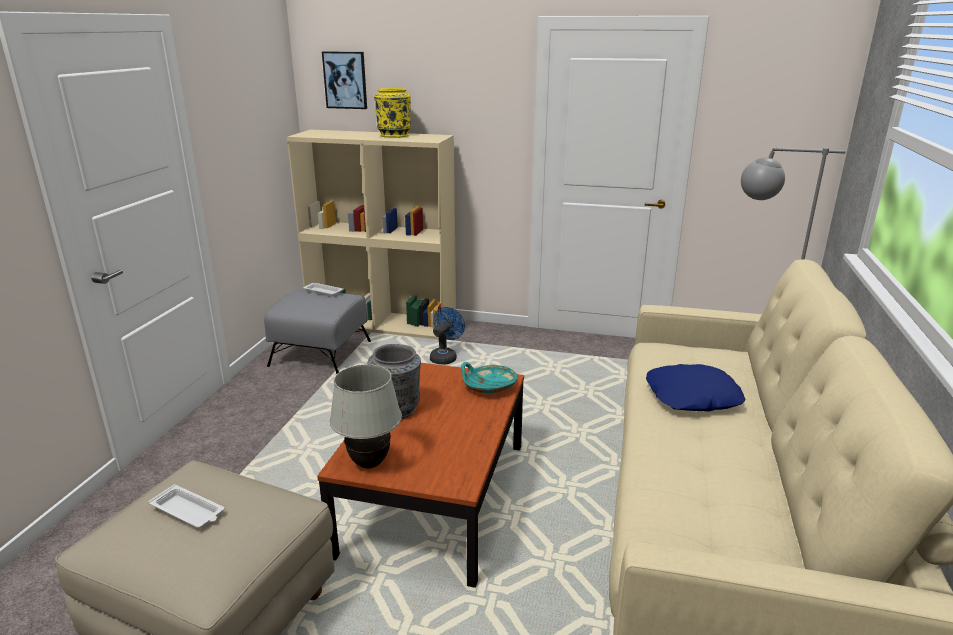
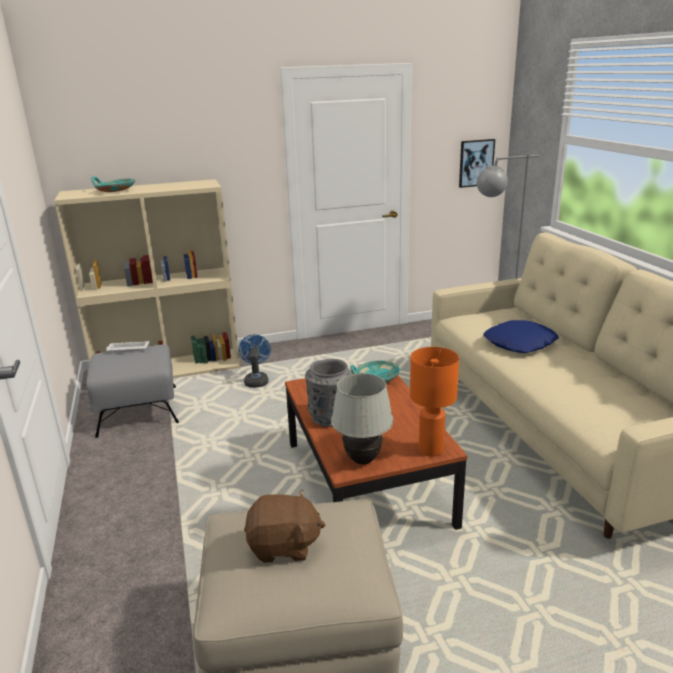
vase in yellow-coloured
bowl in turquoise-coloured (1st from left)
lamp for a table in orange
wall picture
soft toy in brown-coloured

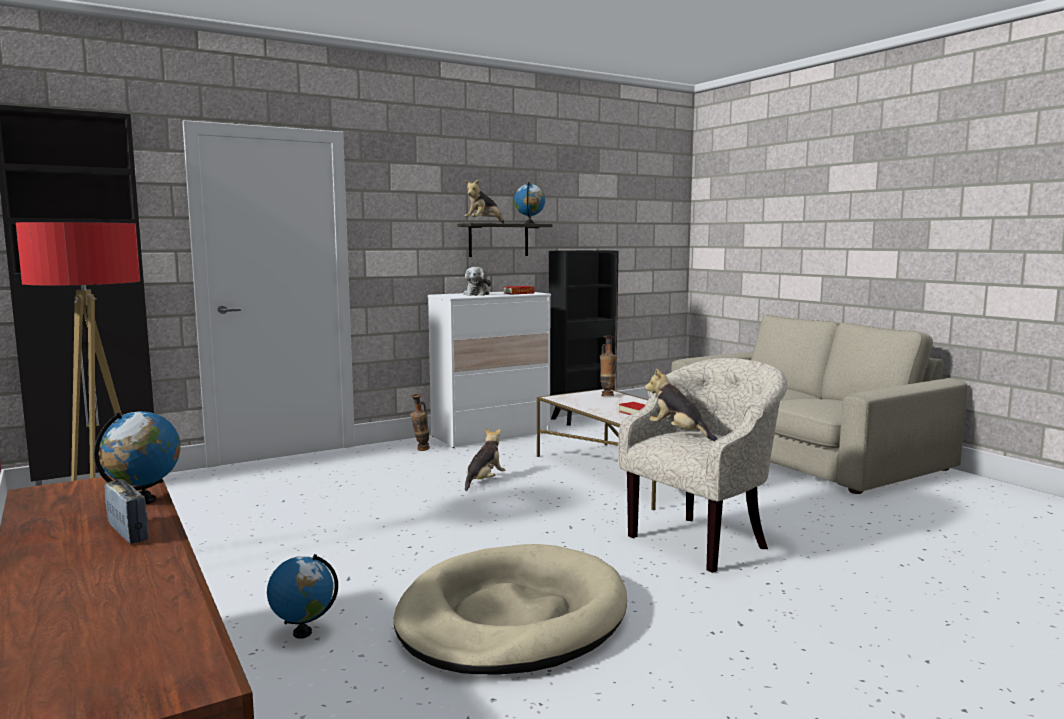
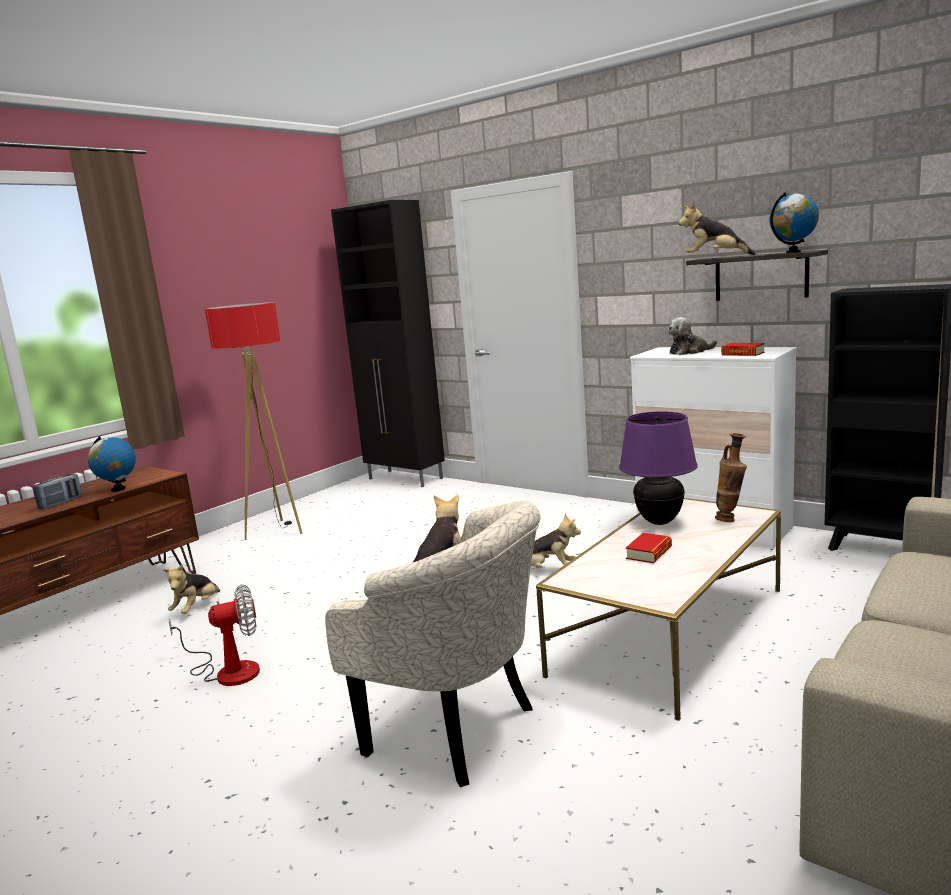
vase (1st from left in the first image)
lamp for a table in purplish
soft toy (1st from left)
electric fan

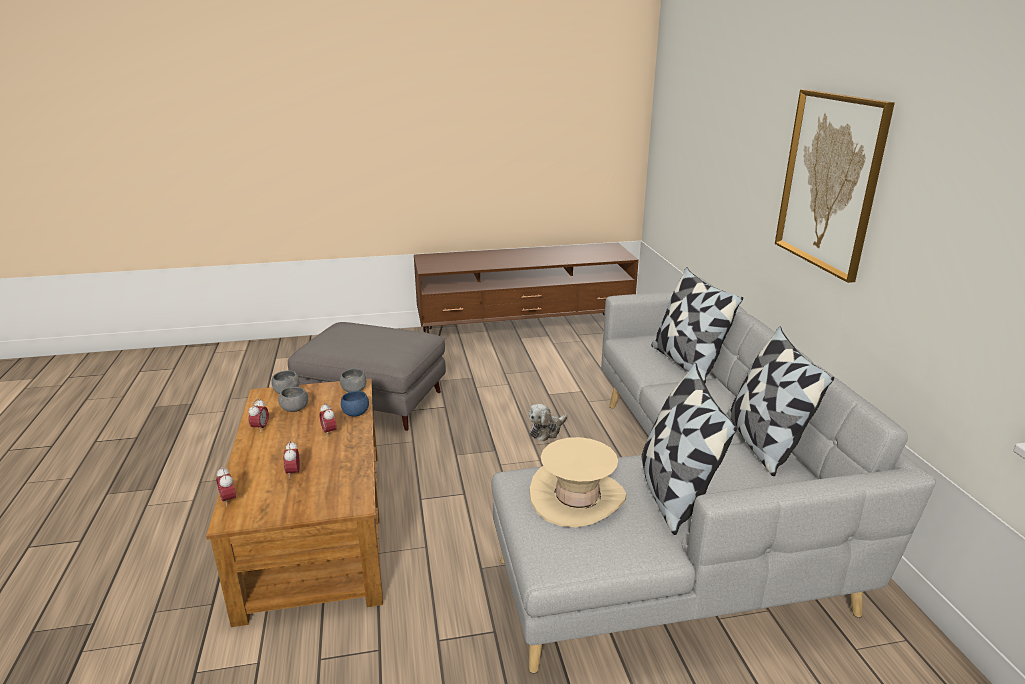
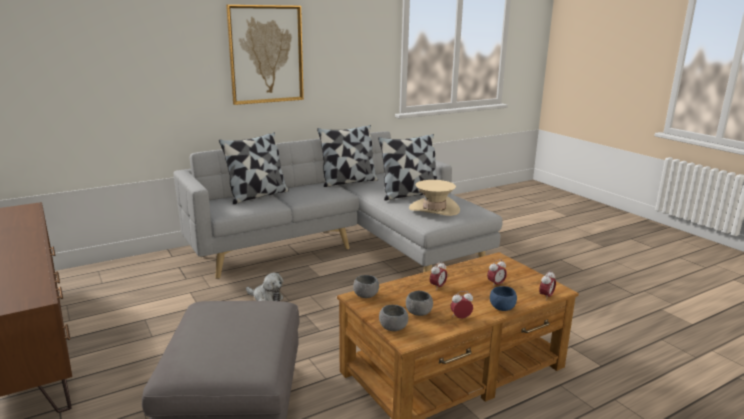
bowl in bluish

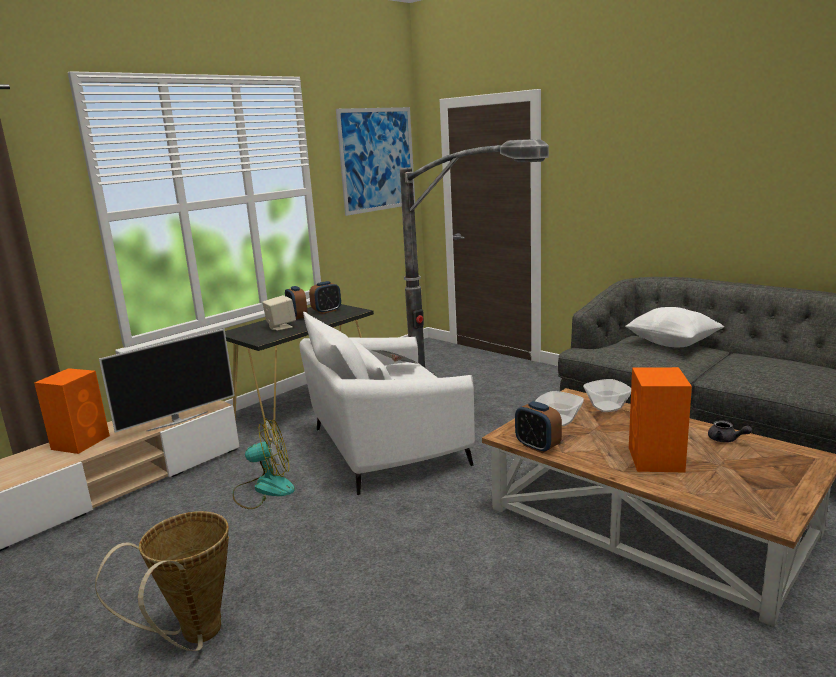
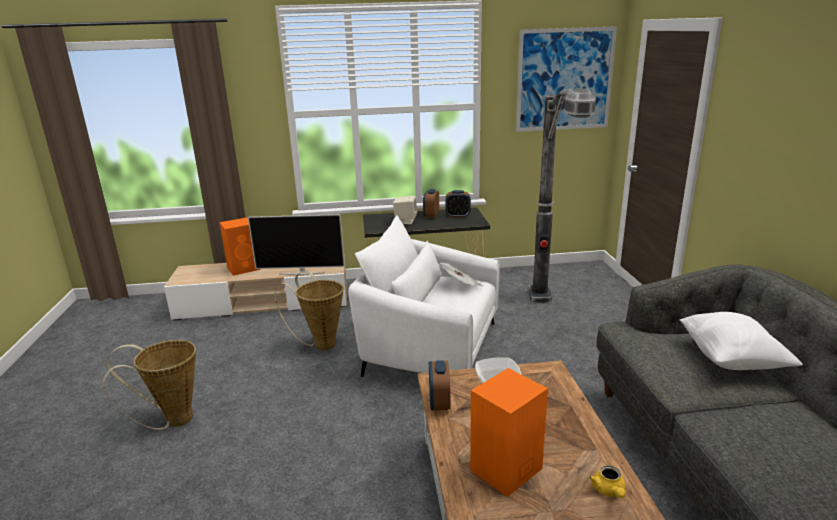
bowl (2nd from left in the first image)
household basket (2nd from left)
teapot in yellow-coloured

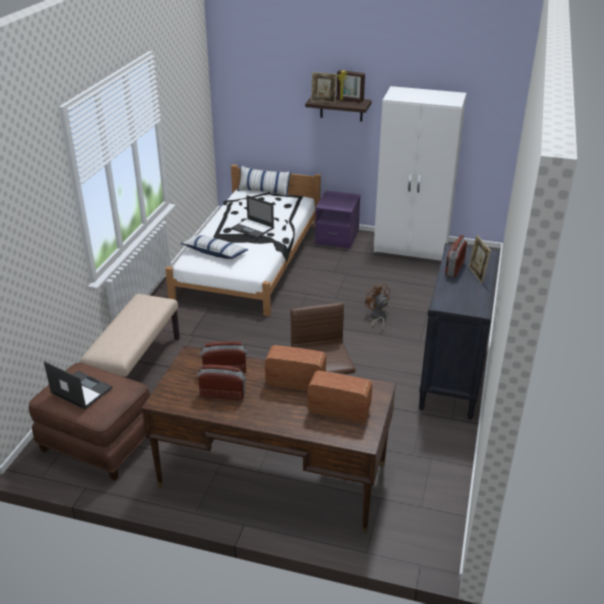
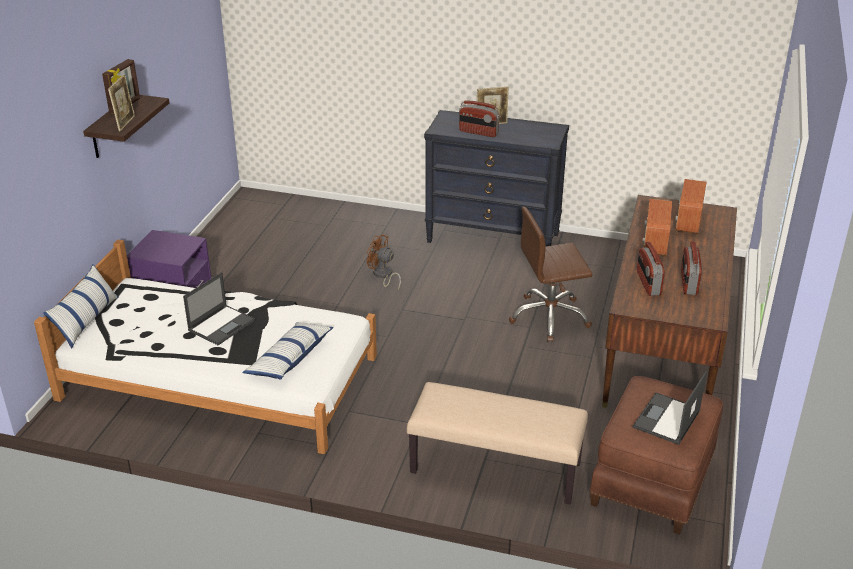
wardrobe in whitish
electric fan in brown-coloured

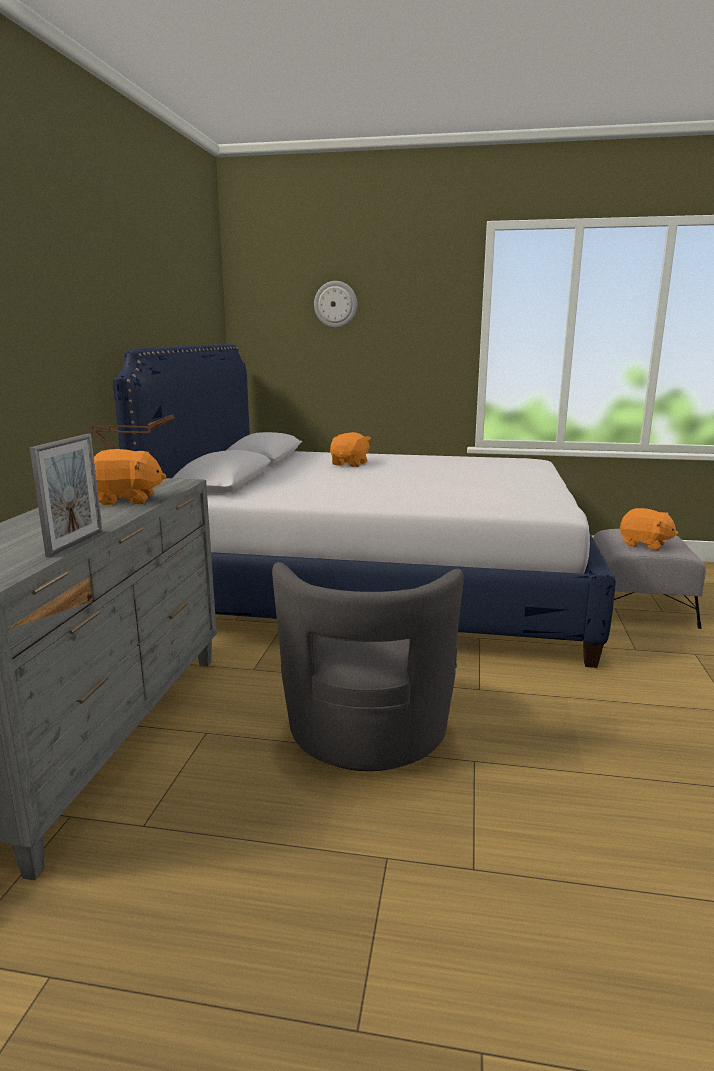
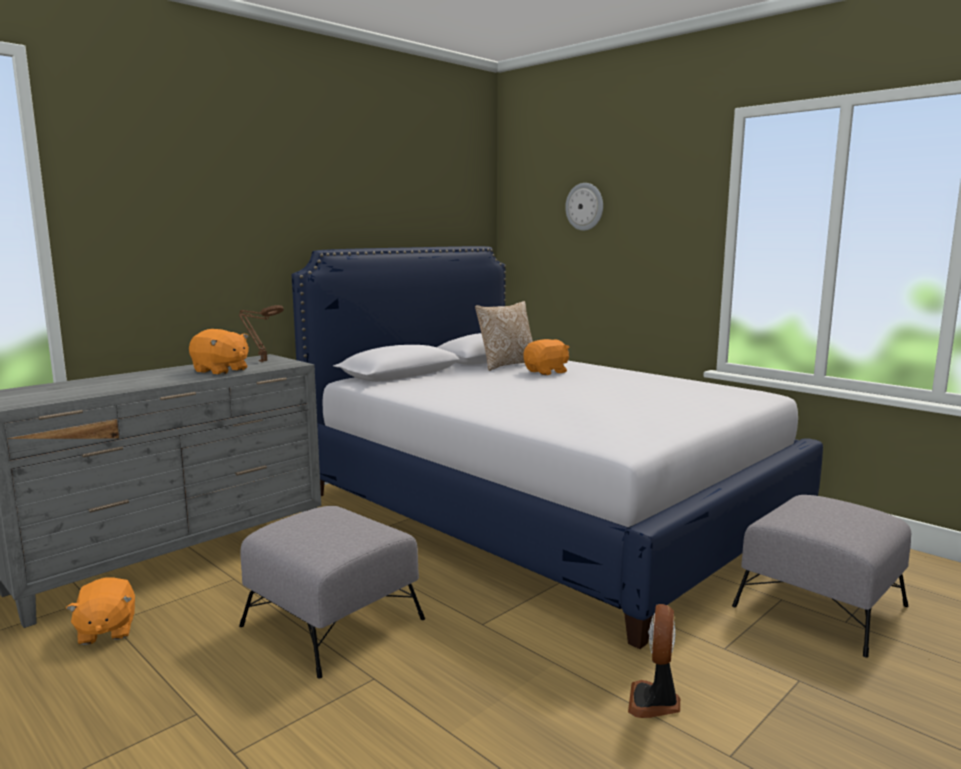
photo frame
throw pillow
electric fan
soft toy in orange (1st from left)
ottoman in gray (1st from left)

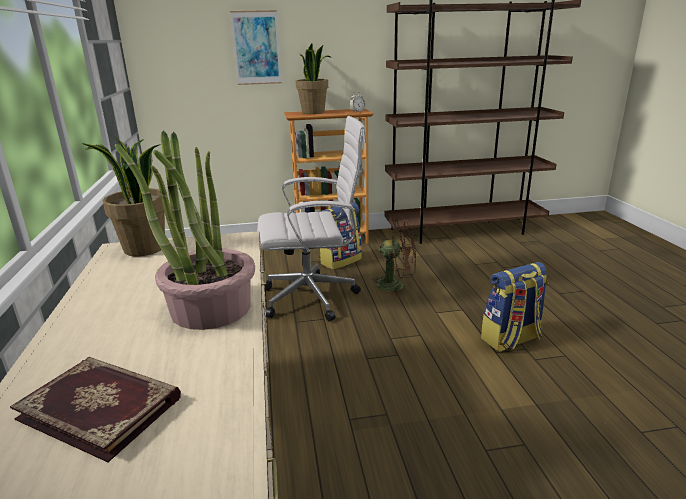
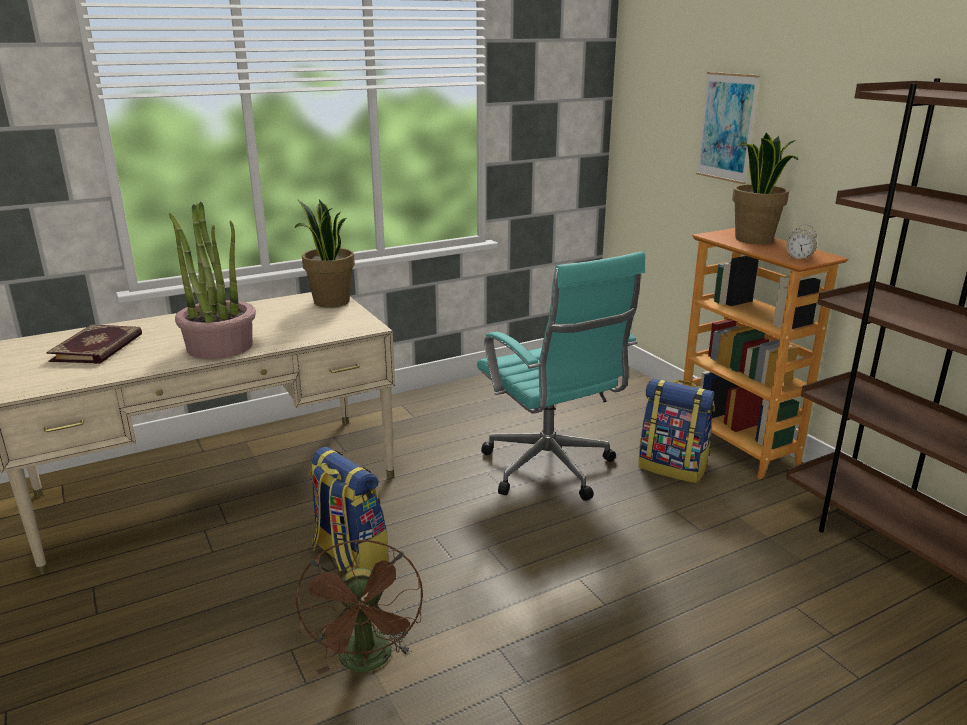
electric fan in brown-coloured
rucksack (1st from left)
desk chair in turquoise-coloured

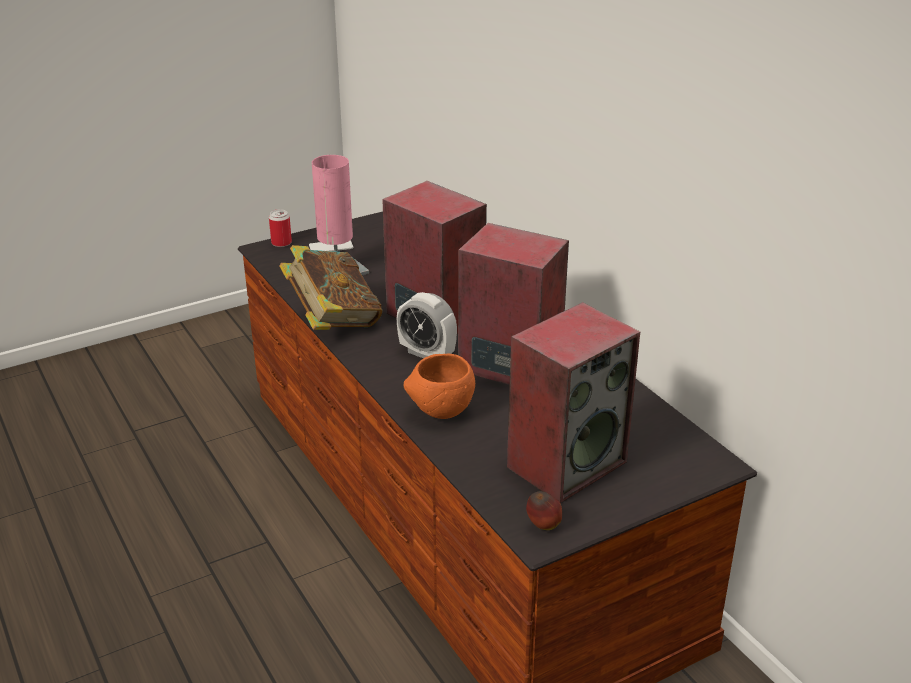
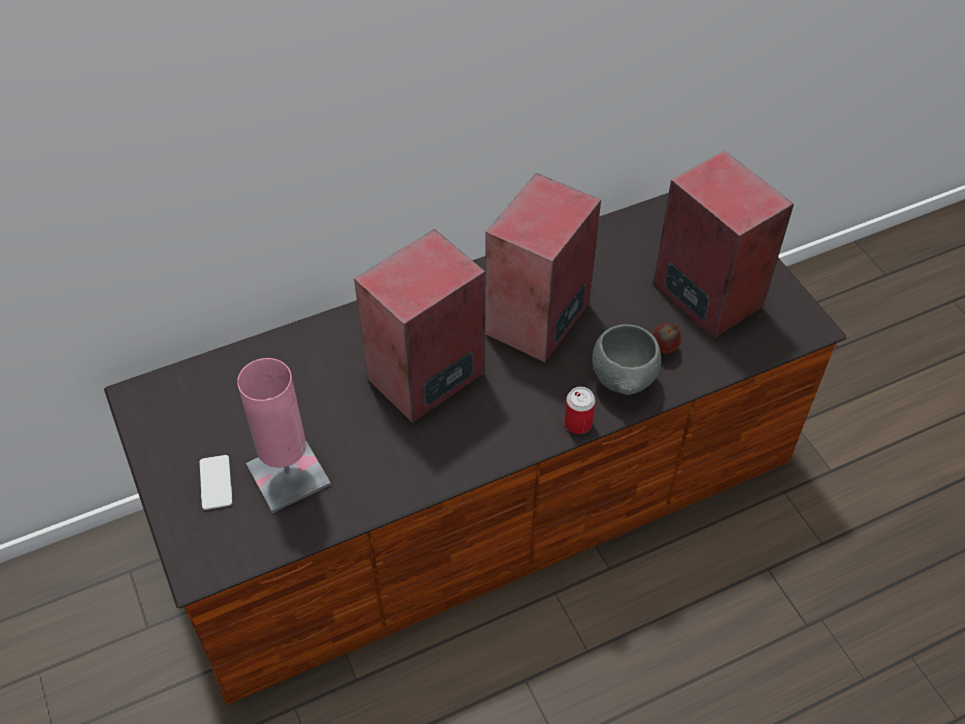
bound book
alarm clock
sealed can
apple fruit
bowl in gray

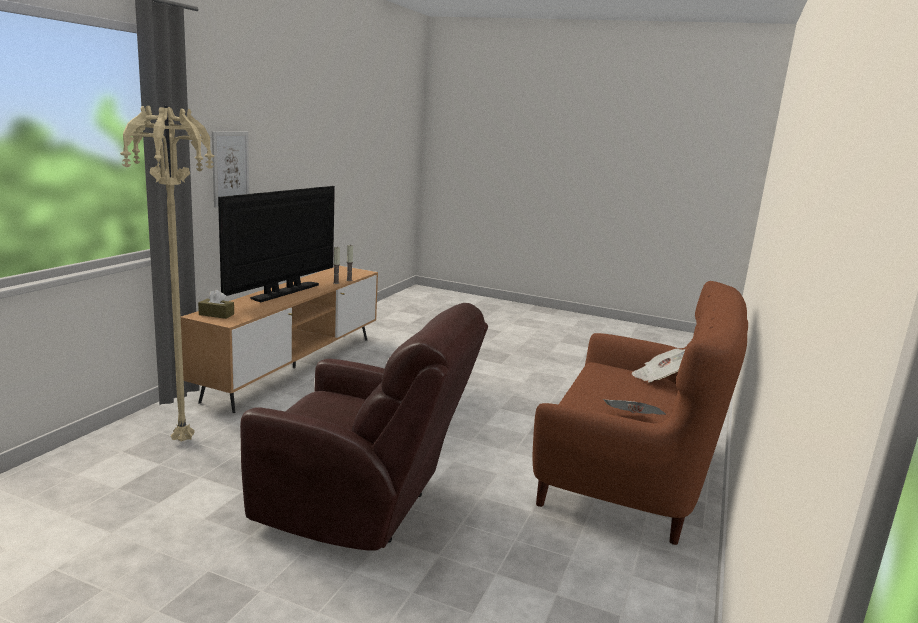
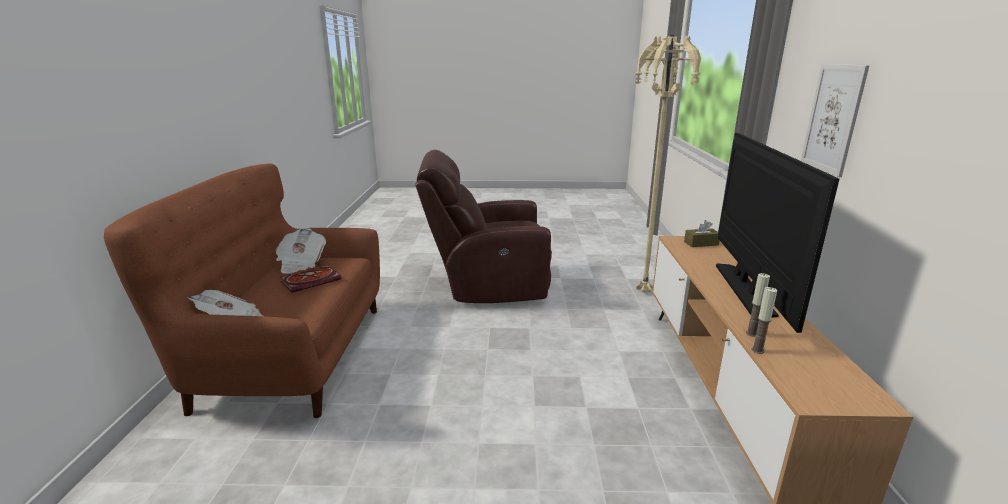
bound book

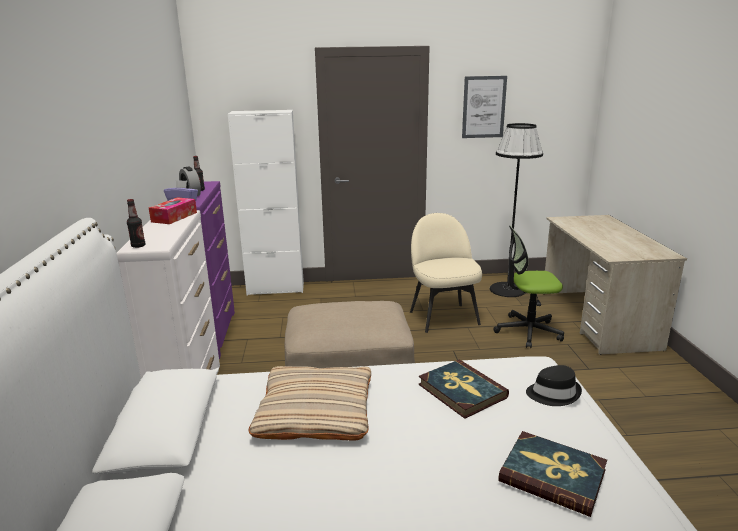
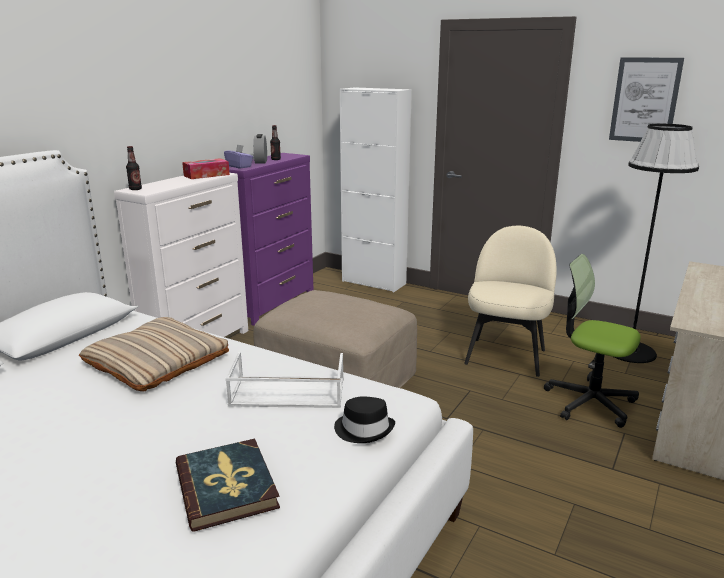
tray in whitish

